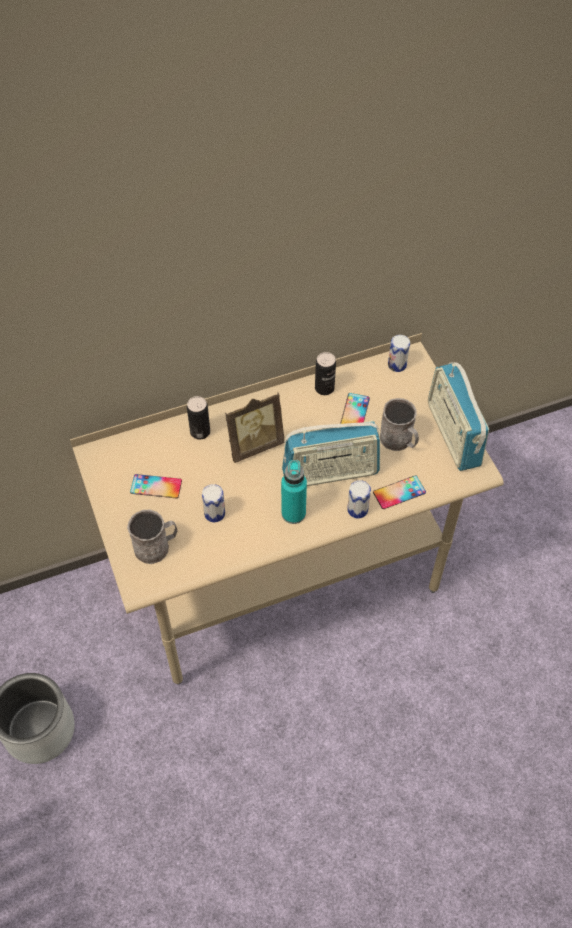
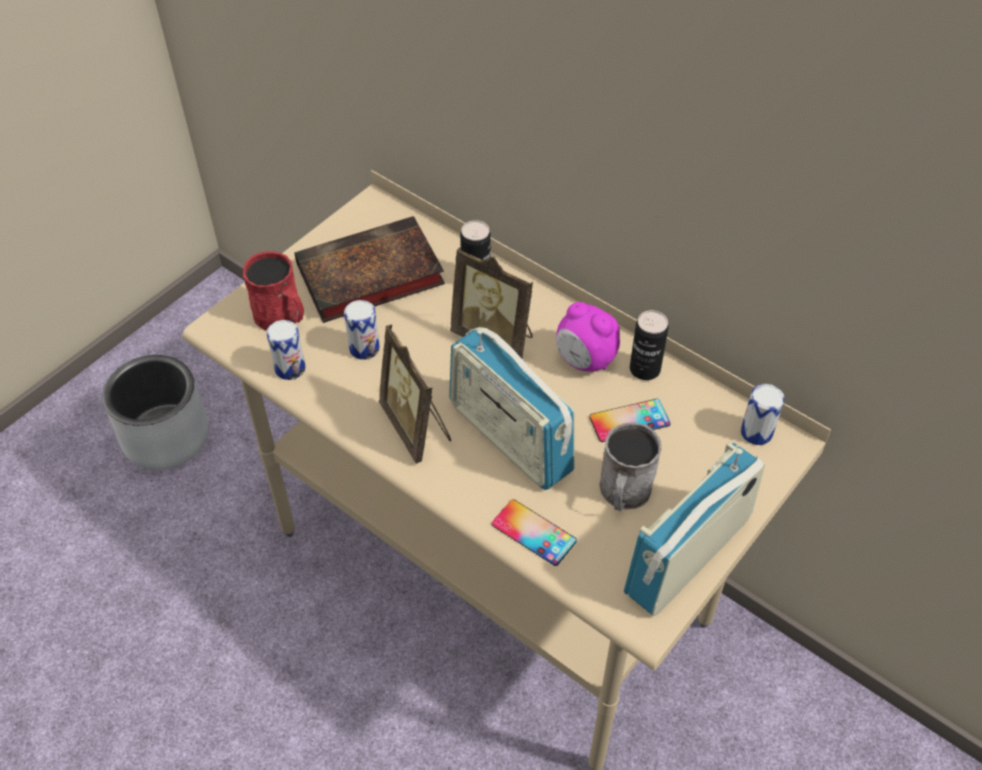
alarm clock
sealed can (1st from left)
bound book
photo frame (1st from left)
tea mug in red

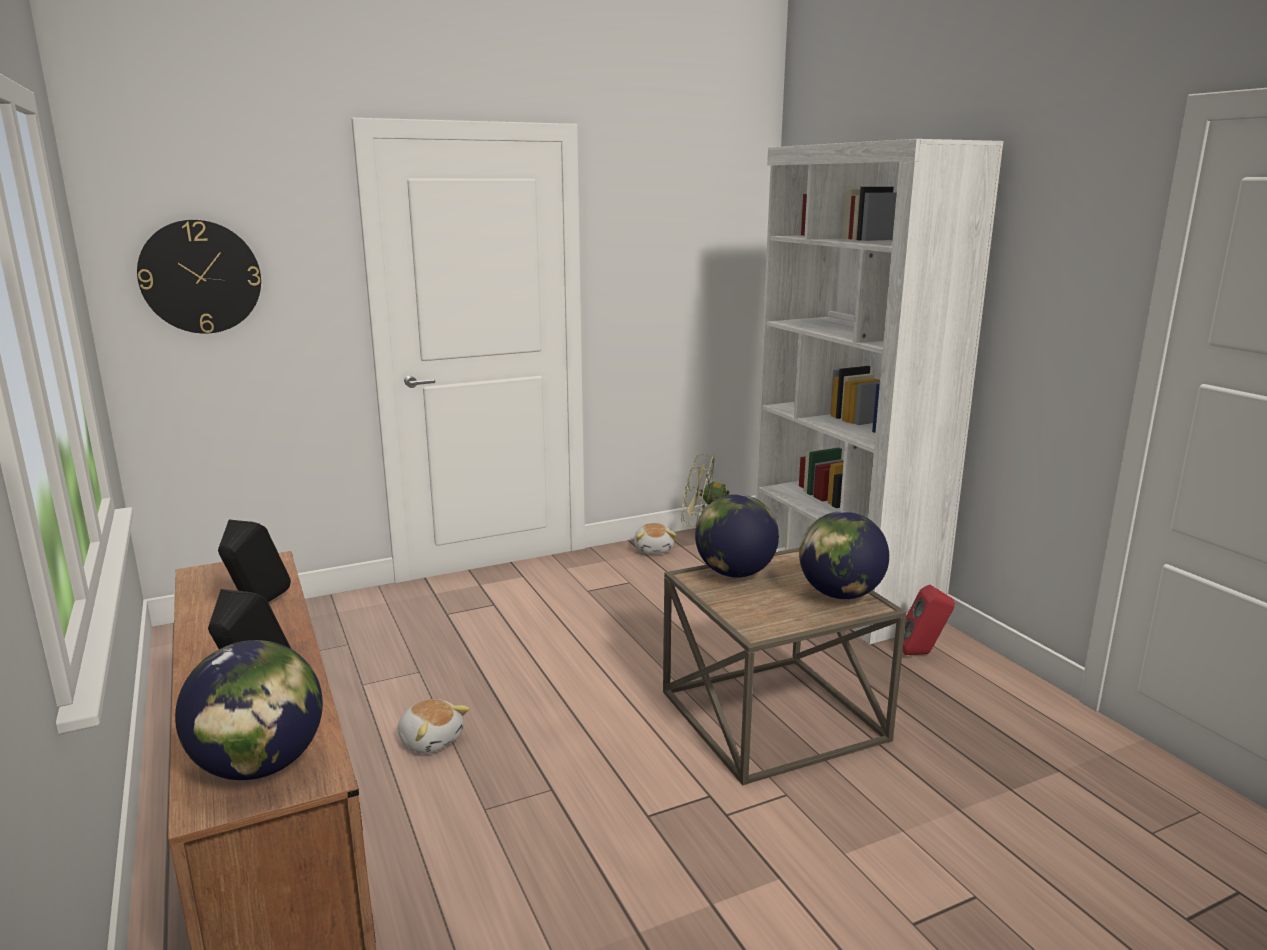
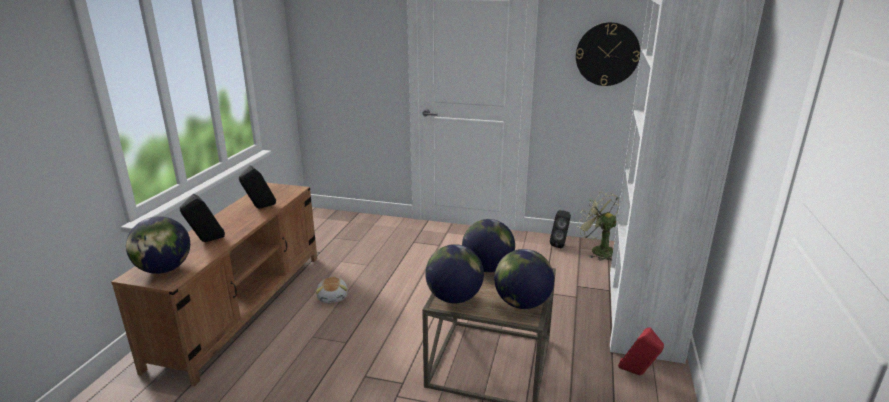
world globe (2nd from left)
wall clock
speaker in blackish (3rd from left)

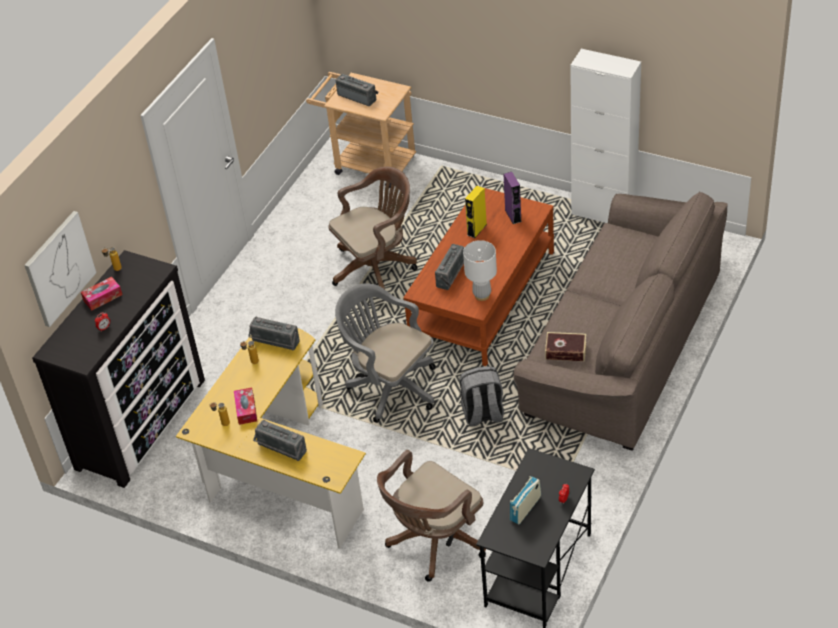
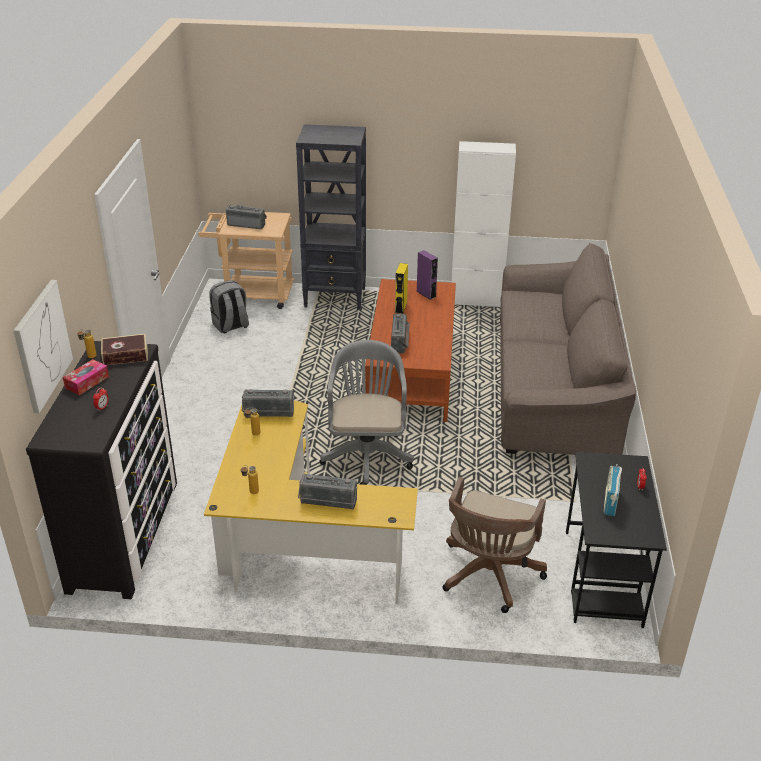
box of tissues (2nd from left in the first image)
desk chair in brown-coloured (1st from left in the first image)
lamp for a table in whitish
bookshelf in blackish
rucksack in gray
bound book
desk chair in gray

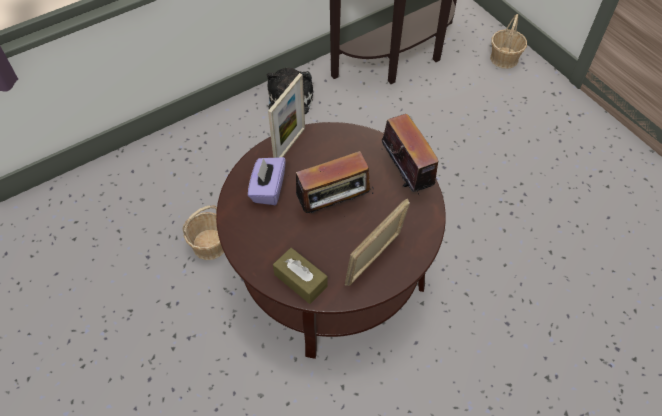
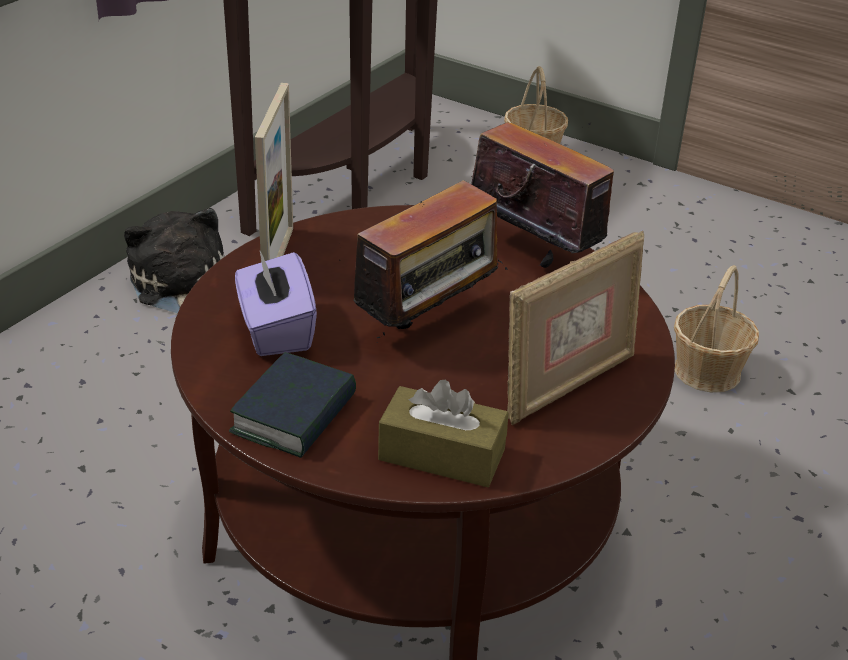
bound book
household basket (2nd from left)
photo frame (2nd from left)

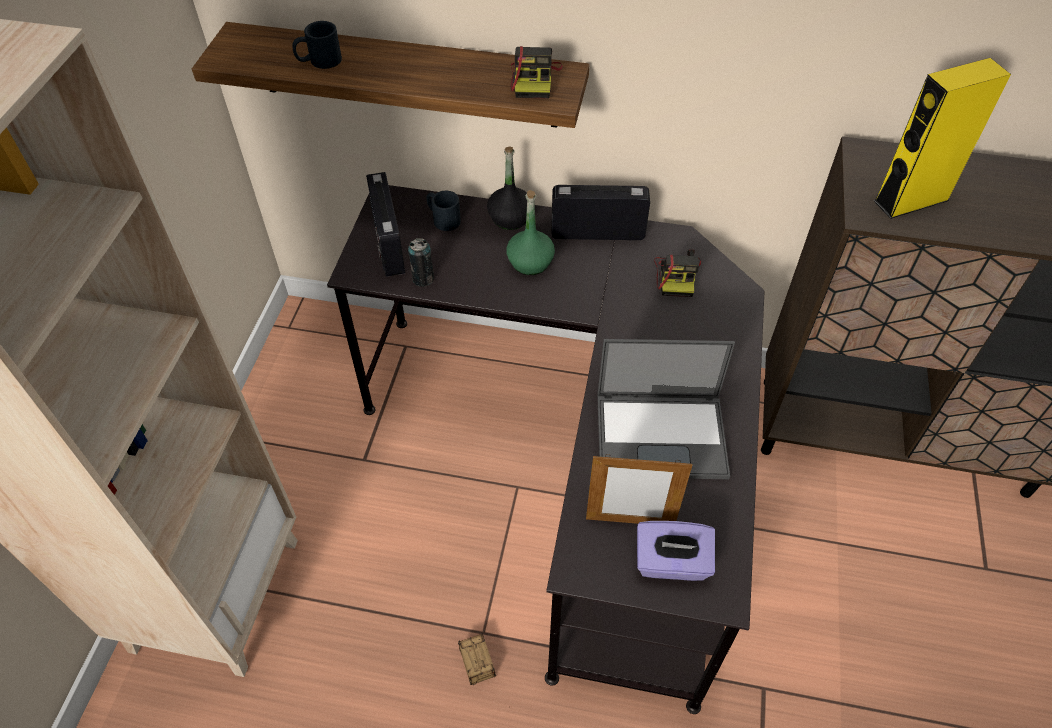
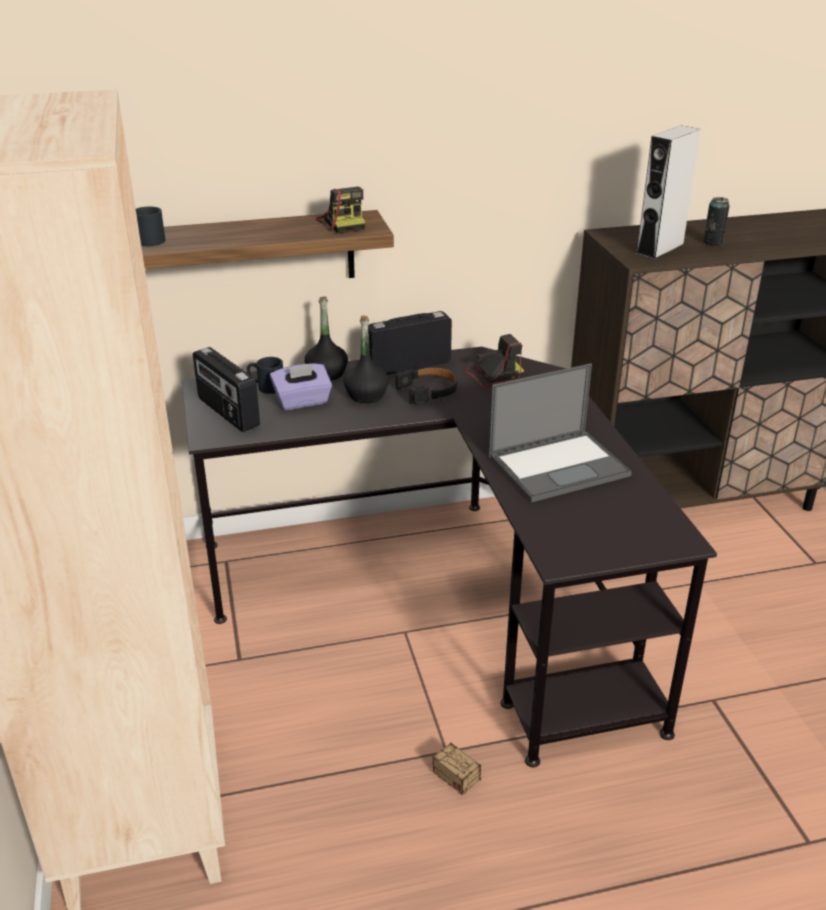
photo frame
headset in blackish
sealed can
box of tissues in purplish
bottle in blackish (2nd from left)
speaker in gray
still camera (2nd from left)

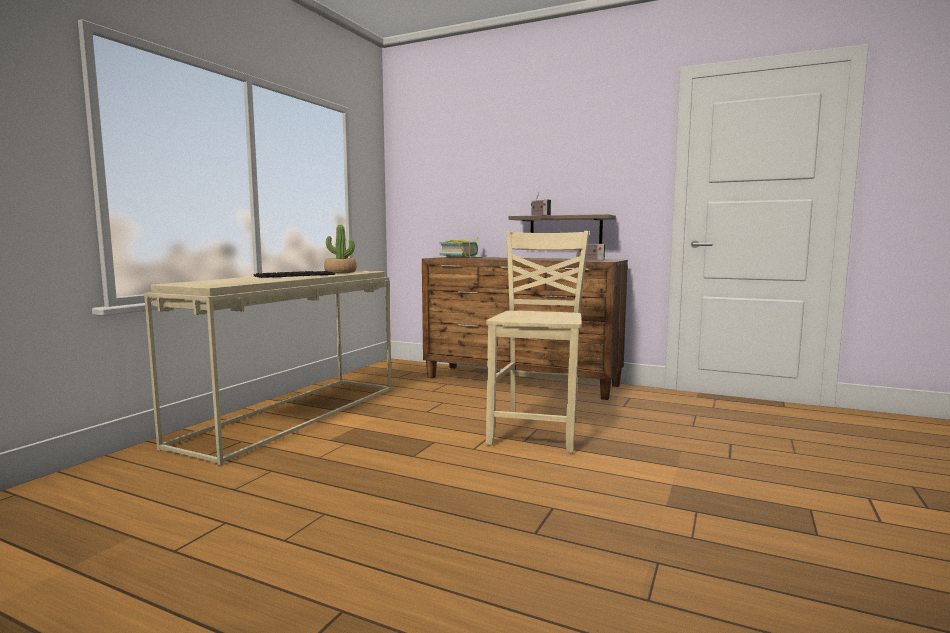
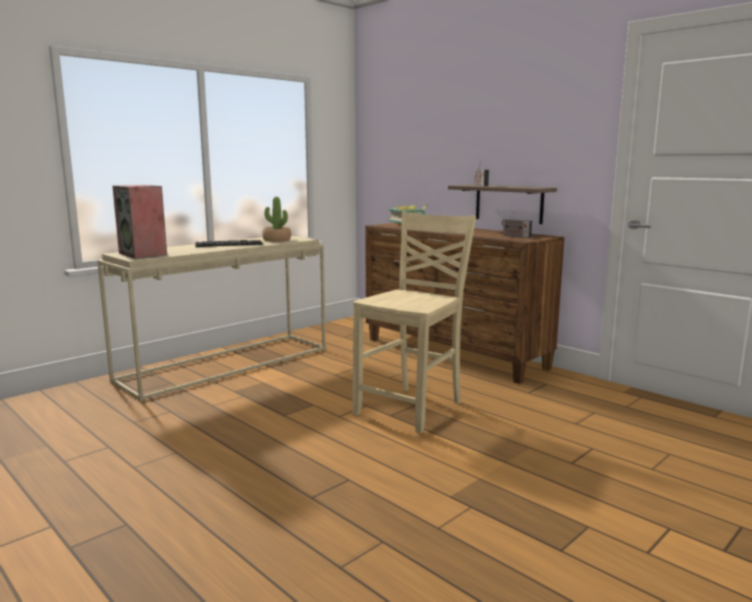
speaker

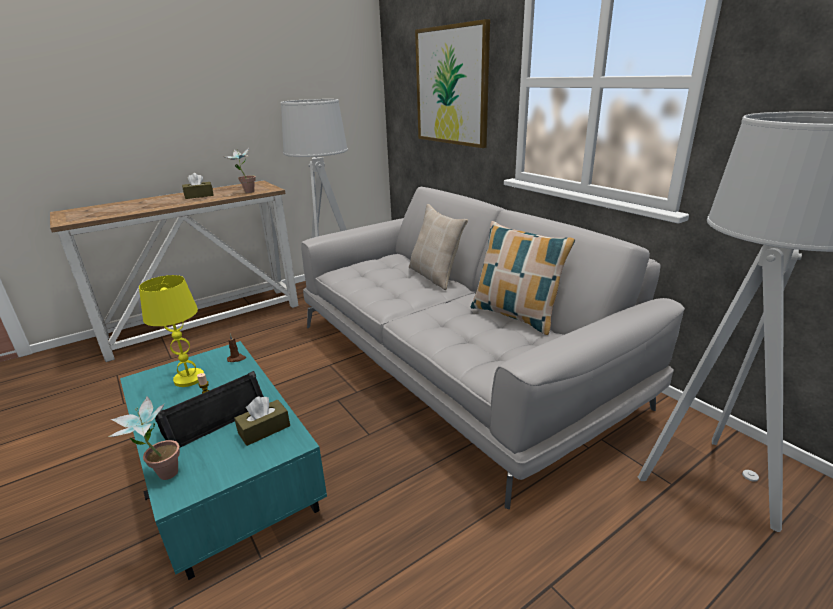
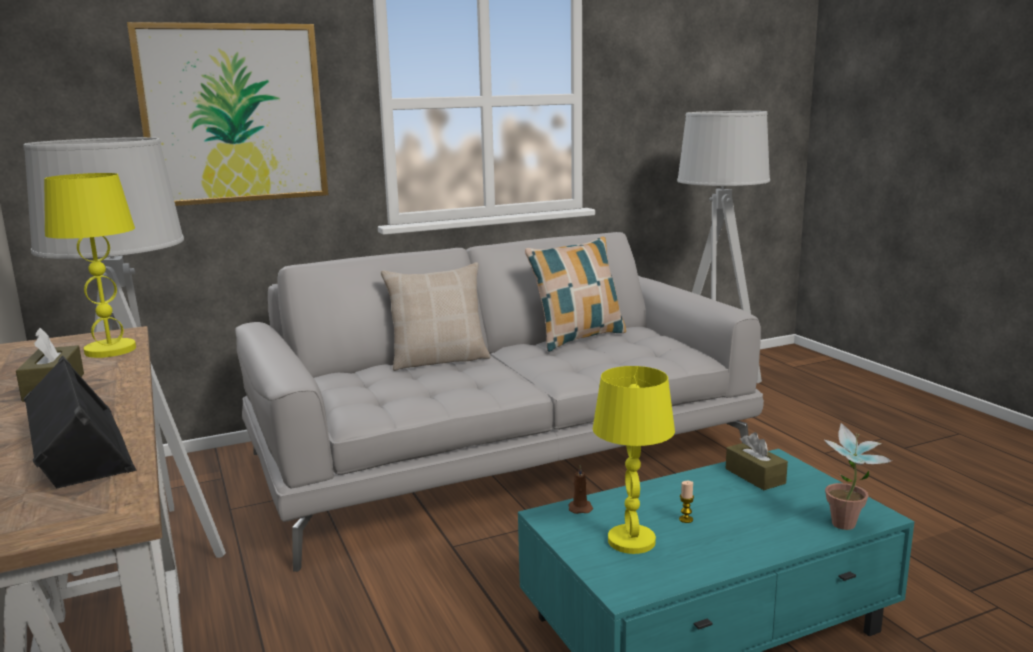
speaker in blackish
lamp for a table in yellow-coloured (1st from left)

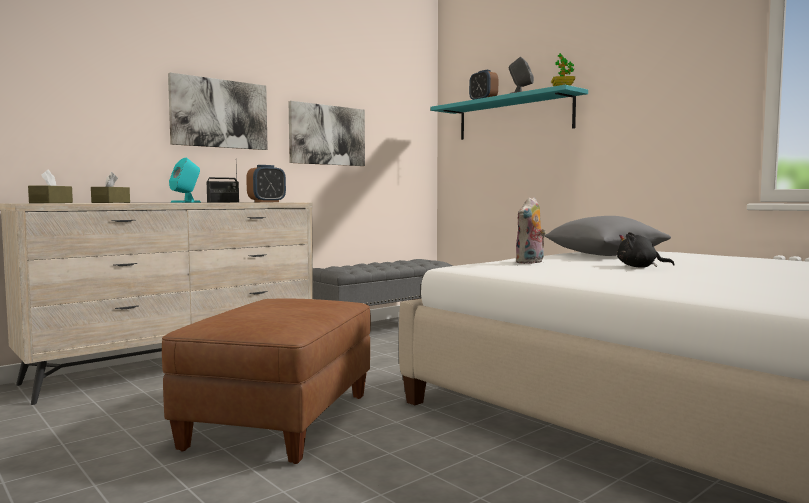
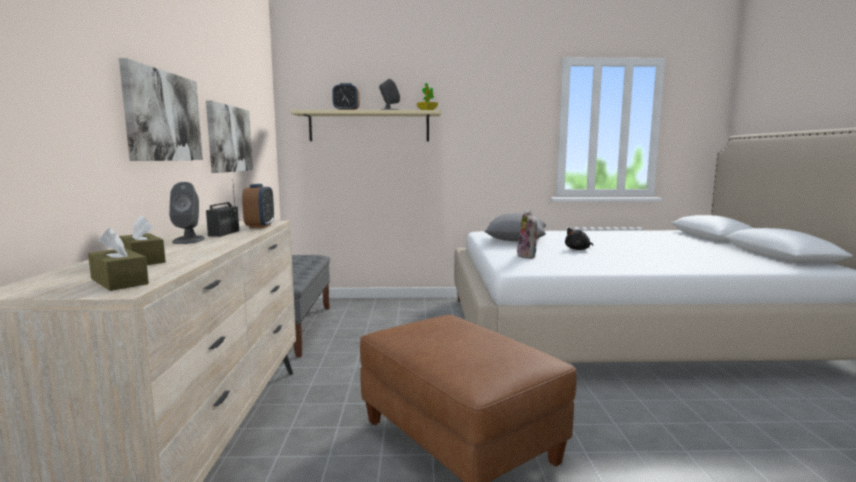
speaker in gray (1st from left)
wall shelf in beige

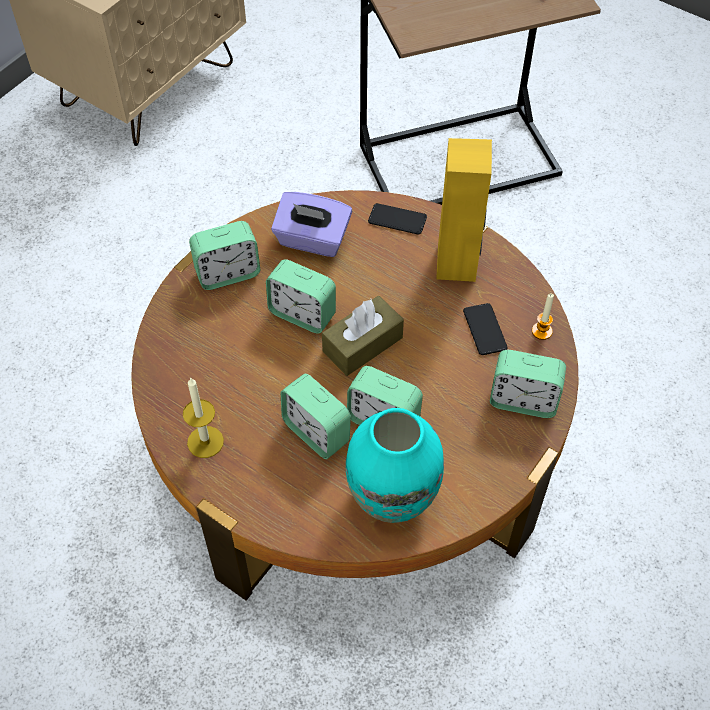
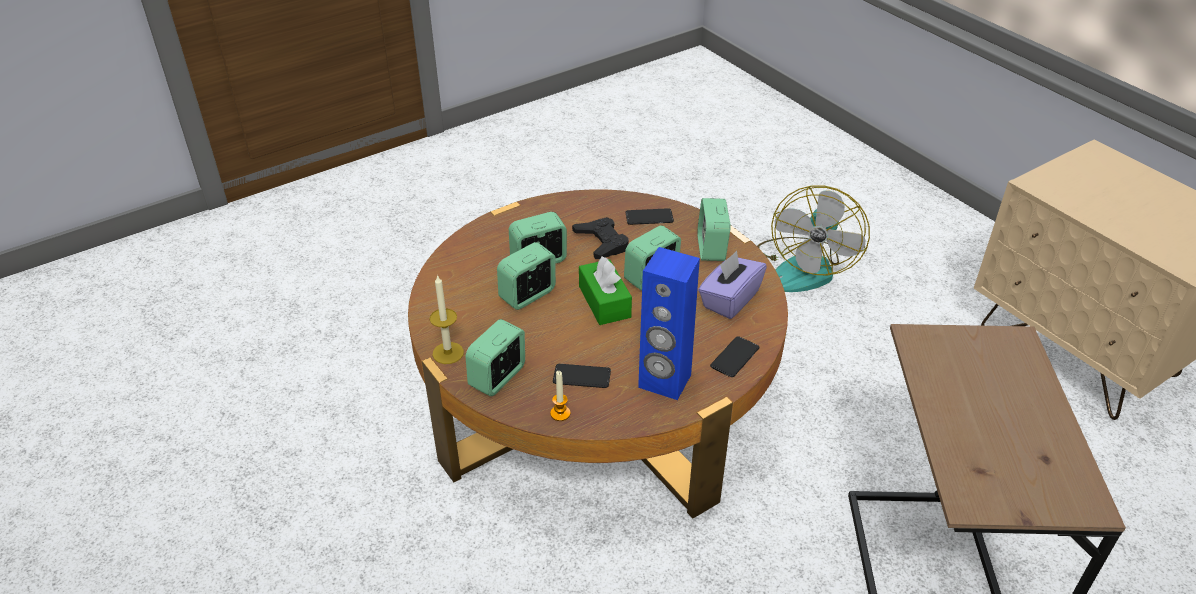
vase in turquoise-coloured
game controller in blackish
handset (2nd from left)
electric fan
wax light (1st from left)
box of tissues in greenish
speaker in bluish

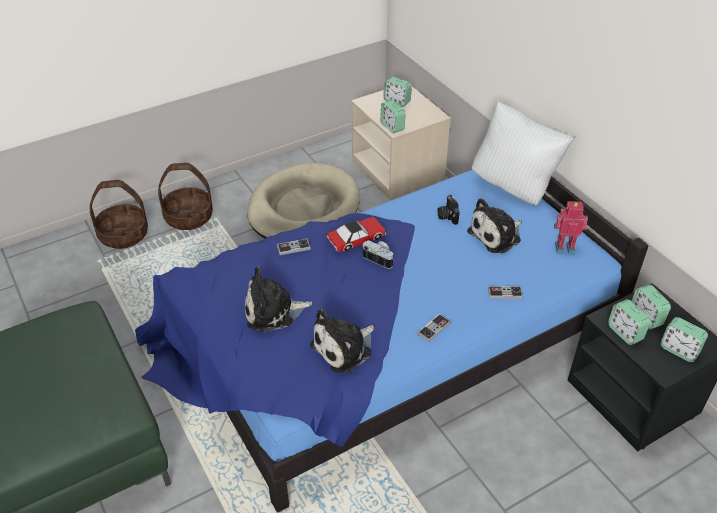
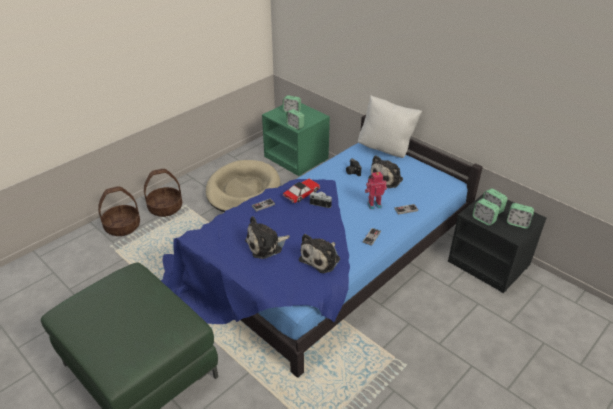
model robot
nightstand in greenish

